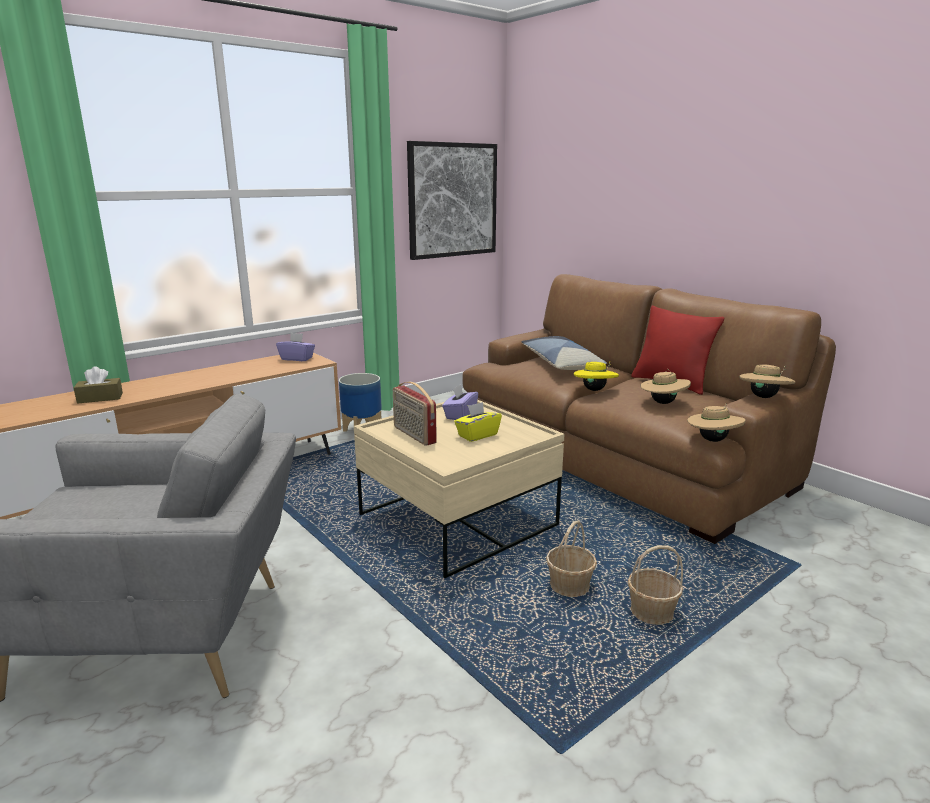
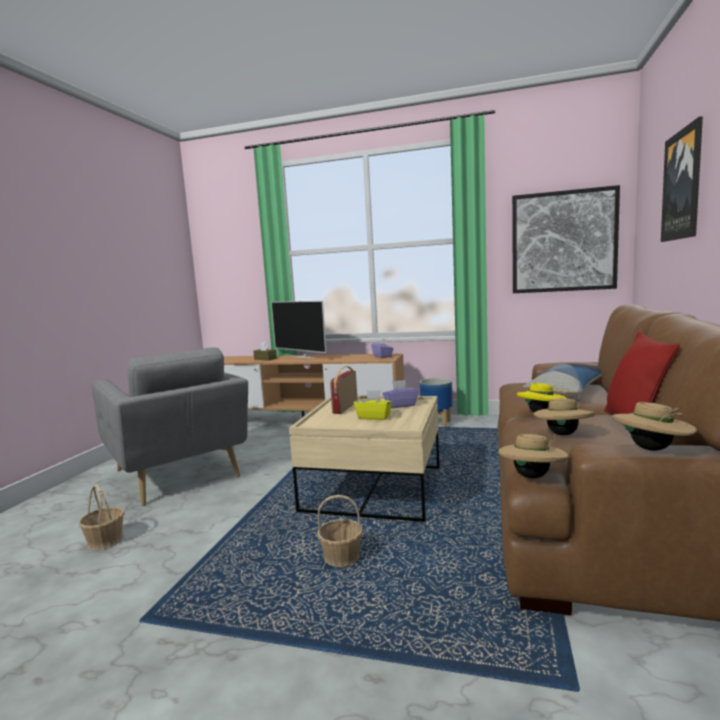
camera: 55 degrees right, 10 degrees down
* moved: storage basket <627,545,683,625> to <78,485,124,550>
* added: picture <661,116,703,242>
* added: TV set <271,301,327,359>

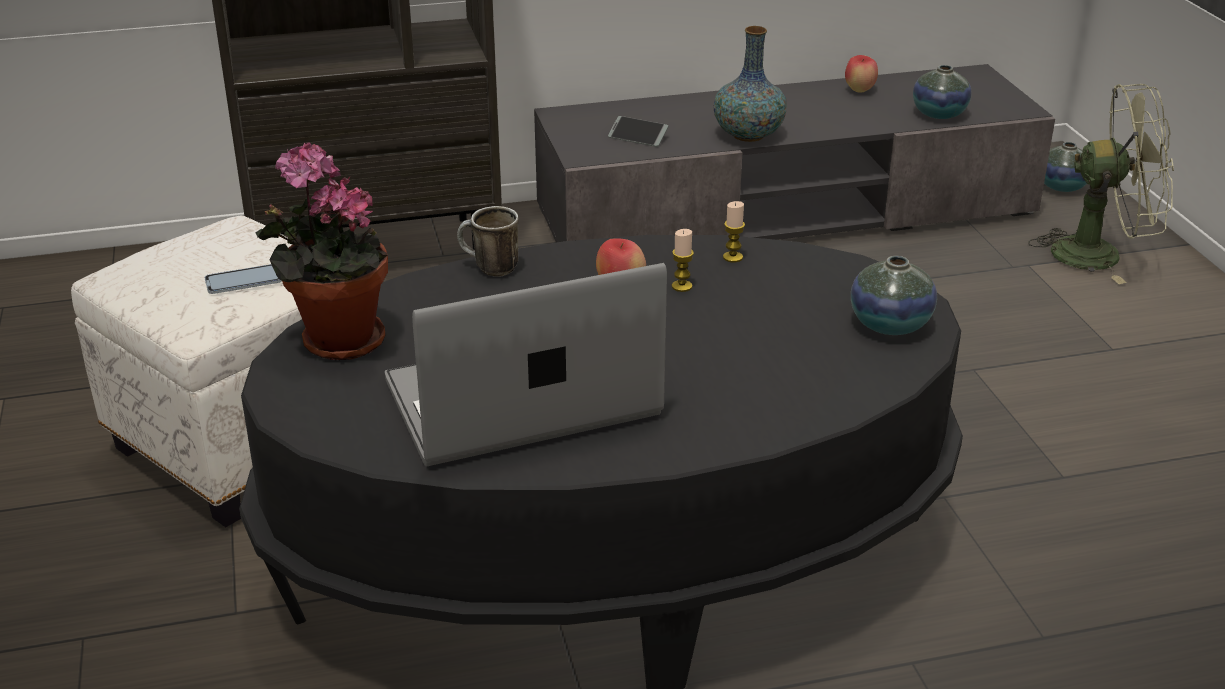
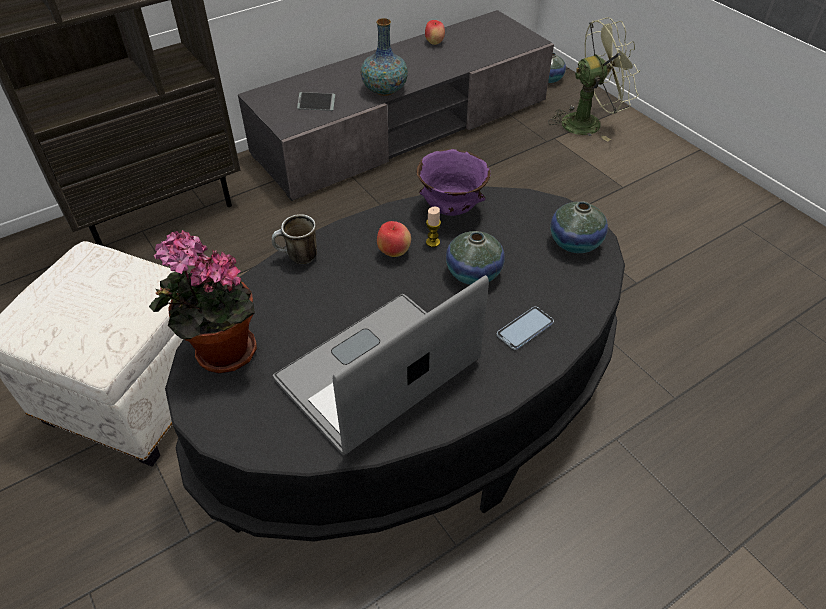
camera: 20 degrees left, 15 degrees up
* moved: decorative vase <913,65,972,119> to <446,231,505,285>
* replaced: candle <723,201,745,263> to bowl/purplish <417,149,491,216>
* moved: phone <204,264,282,294> to <497,307,554,350>

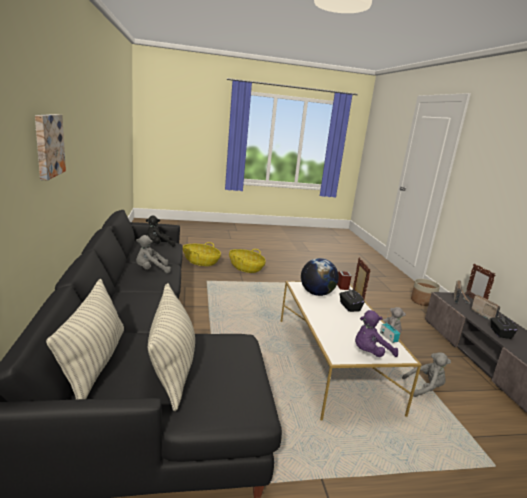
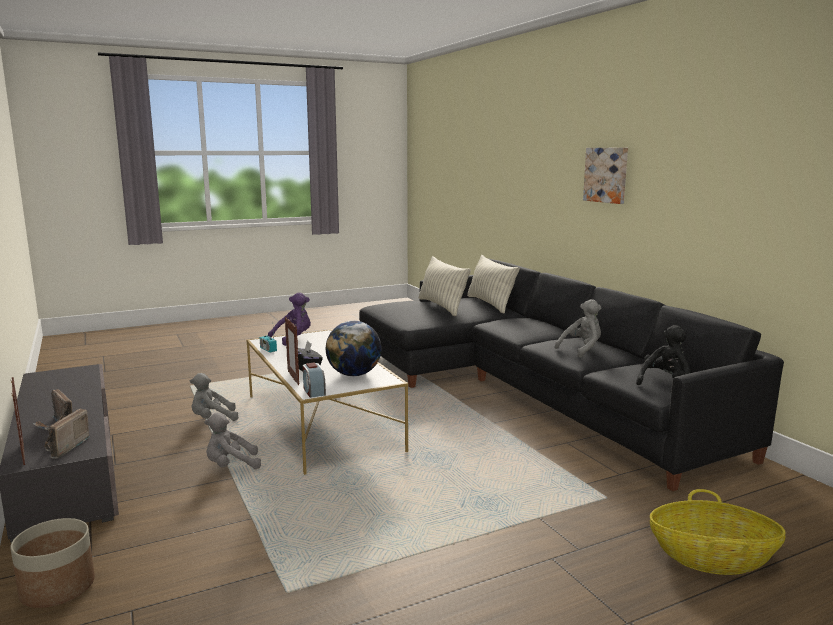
camera: 165 degrees right, 5 degrees down
* removed: storage basket <229,249,266,273>
* removed: tissue holder/black <490,314,518,339>

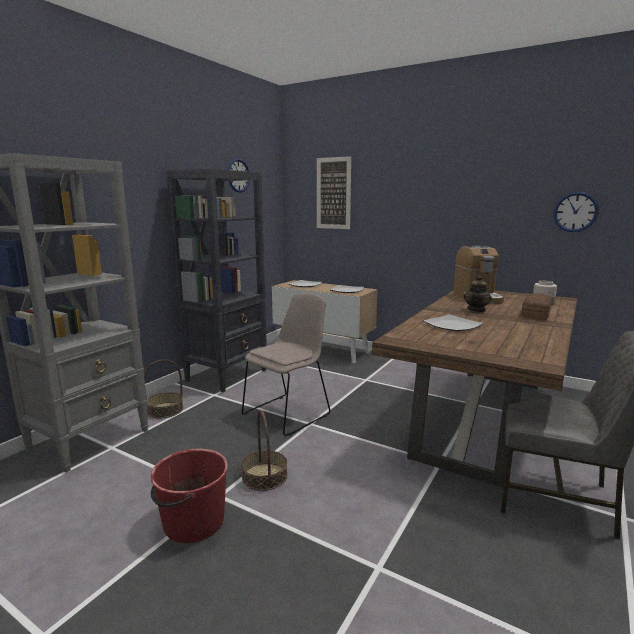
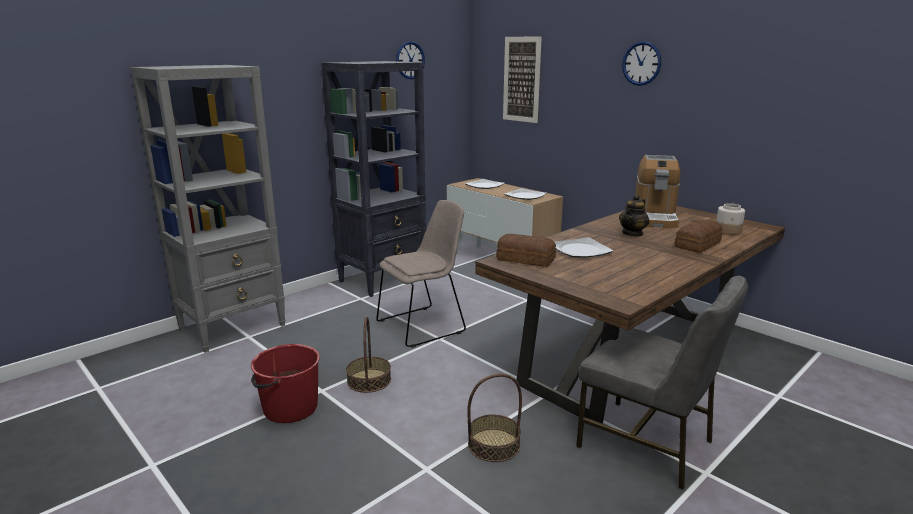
camera: 15 degrees right, 5 degrees up
* moved: clock on the wall <553,192,599,232> to <622,41,661,86>
* moved: storage basket <144,359,183,418> to <467,374,522,462>
* added: baked bread <496,234,556,267>

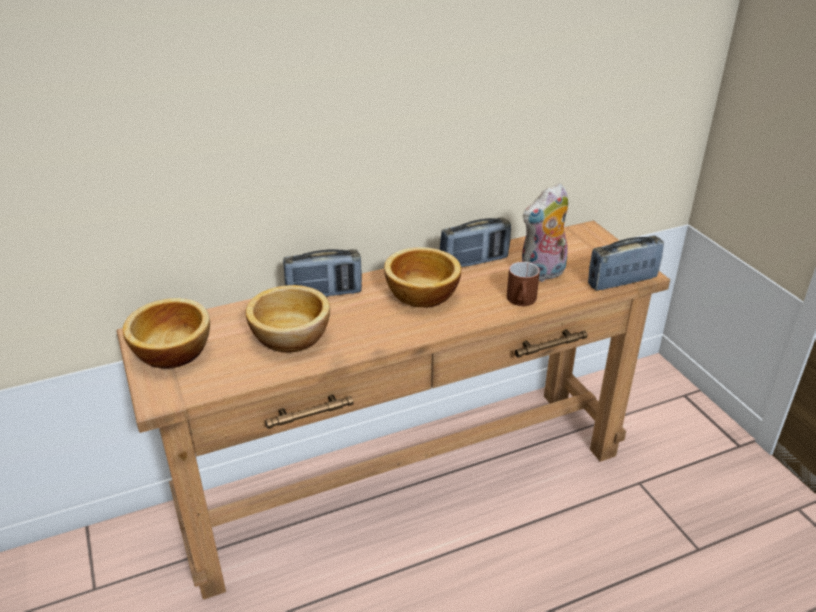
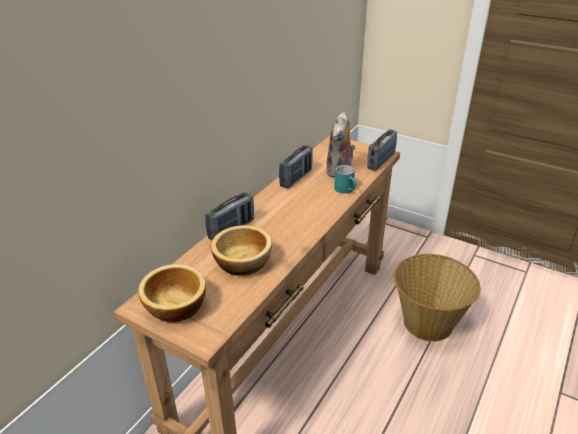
camera: 35 degrees left, 0 degrees up
* removed: bowl <384,247,461,308>
* recoloured: coffee mug/brownish <507,262,540,306> to coffee mug/turquoise-coloured <334,165,356,193>
* added: storage basket <394,254,481,342>

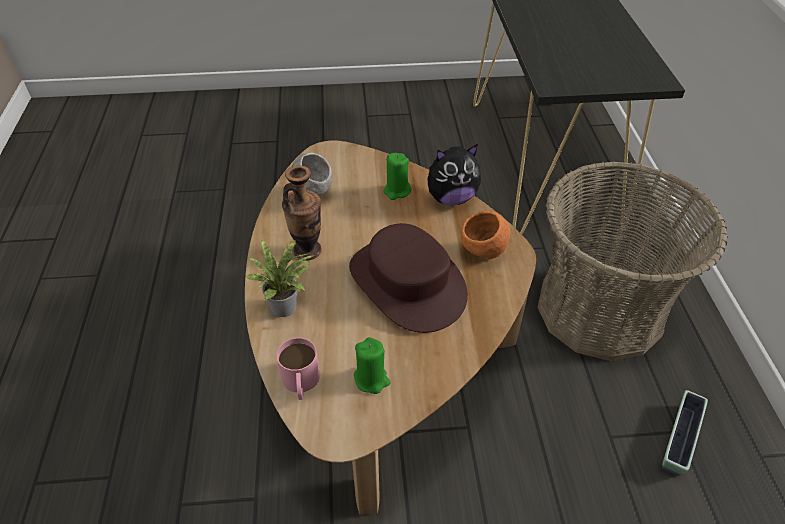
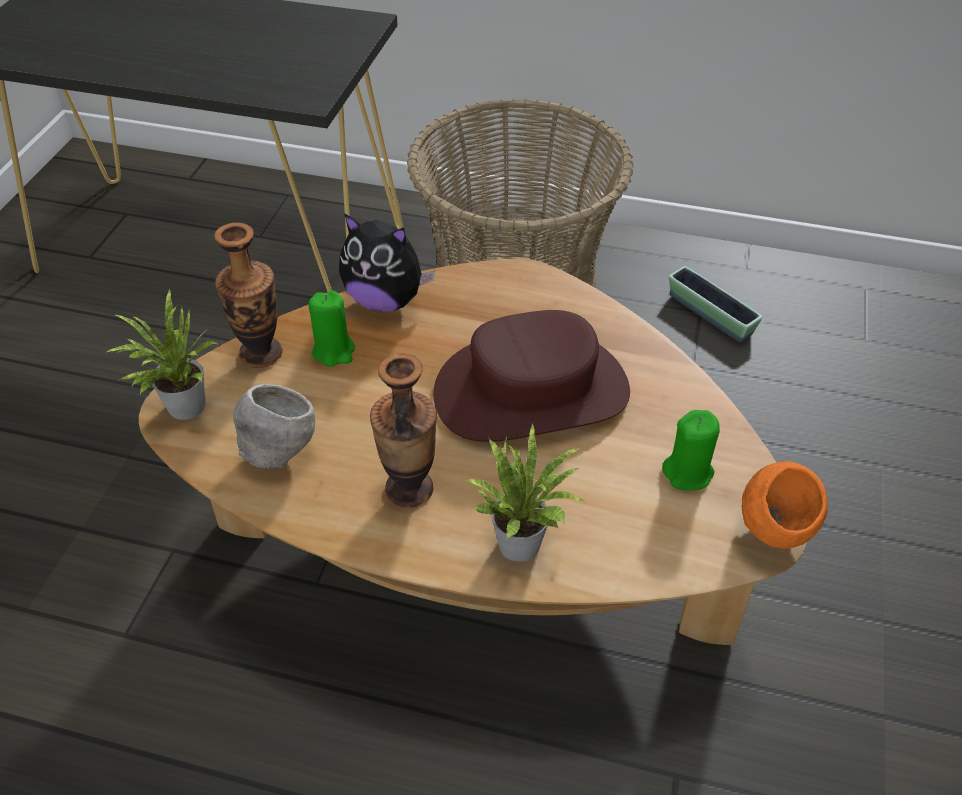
camera: 70 degrees left, 0 degrees up
* turned: cuddly toy <428,144,481,205> = <339,213,435,312> 105 degrees clockwise
* moved: bowl/orange <461,211,510,259> to <741,462,828,549>
* removed: coffee mug/pink-coloured <276,338,320,400>
* added: decorative vase <214,222,283,368>
* added: houseplant <107,289,217,420>

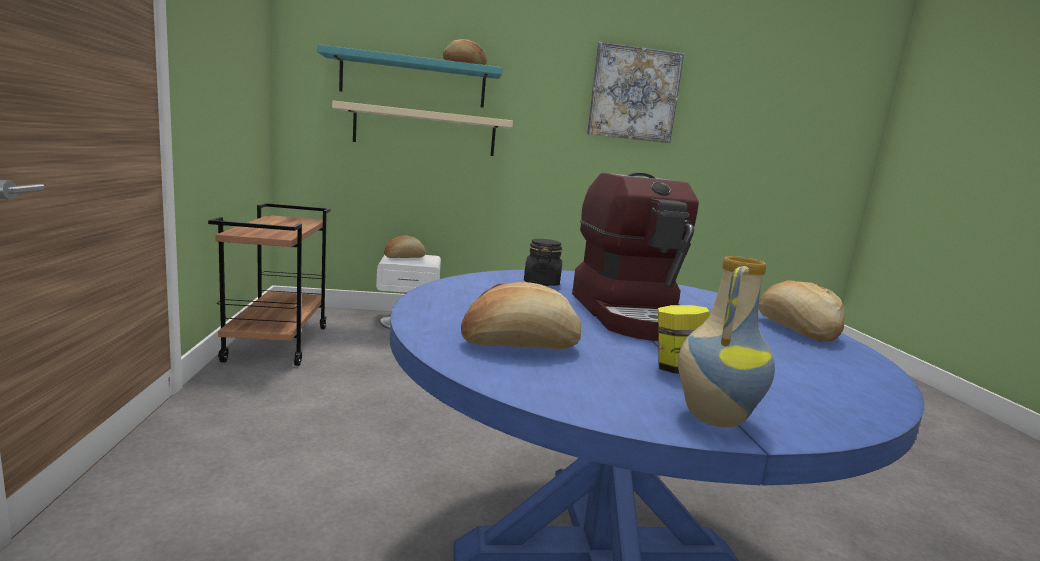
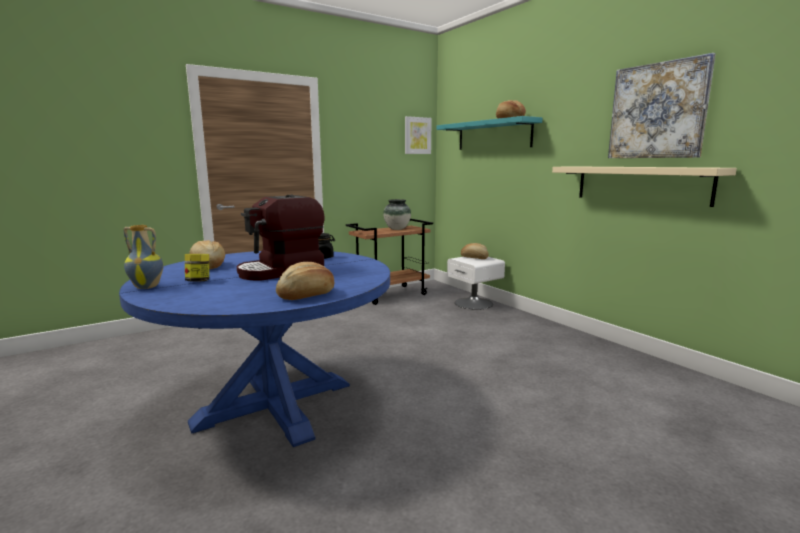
camera: 65 degrees right, 0 degrees up
* moved: wall shelf/beige-coloured <332,101,513,156> to <552,166,737,207>
* added: picture <405,116,432,154>
* added: decorative vase <383,199,411,230>

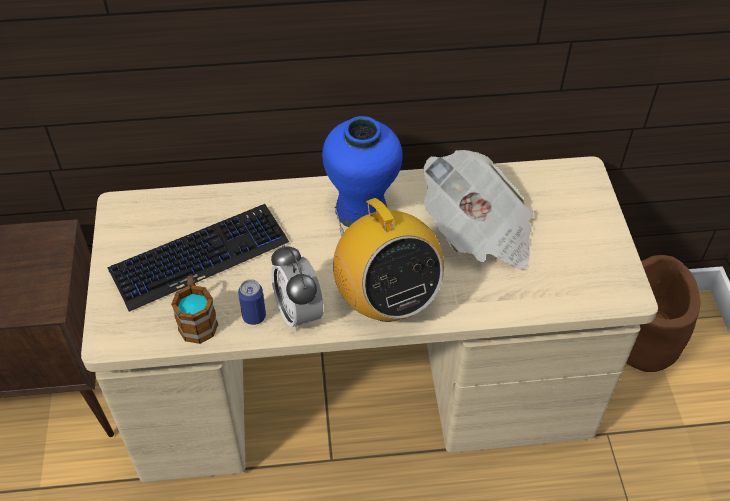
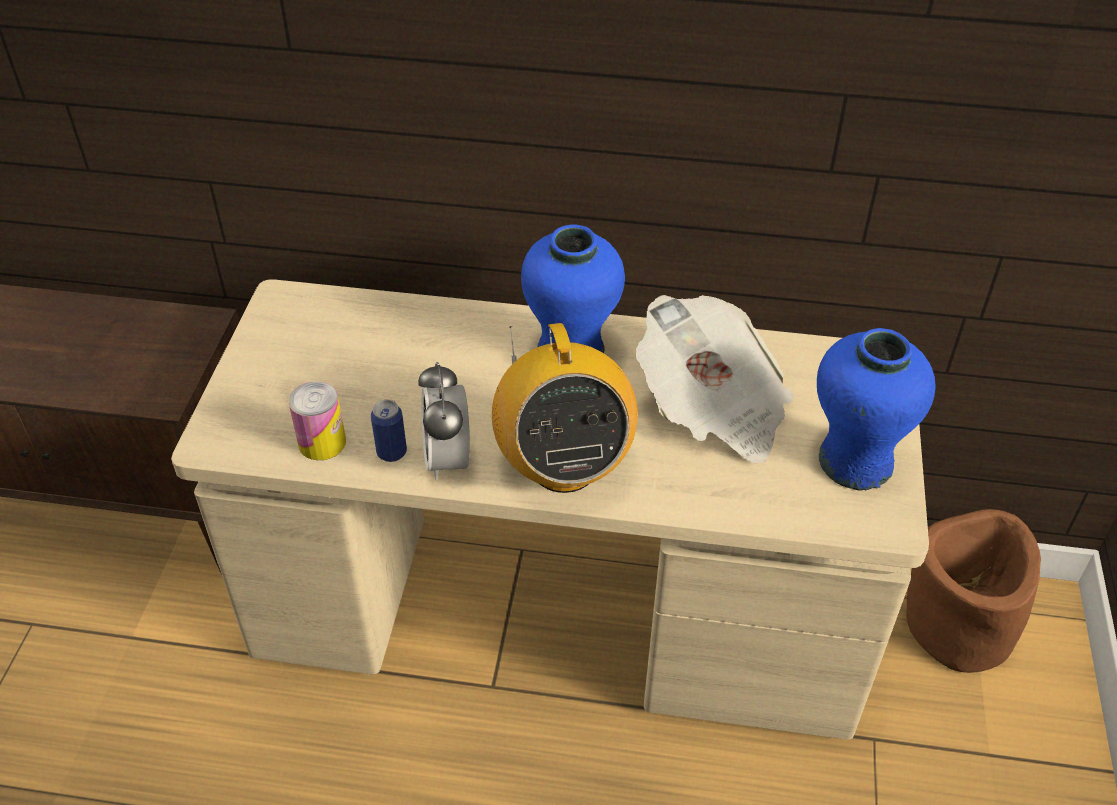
camera: 15 degrees right, 5 degrees down
* removed: keyboard <107,204,289,312>
* replaced: coffee mug <171,275,218,344> to can <288,381,346,460>
* added: decorative vase/blue <817,328,936,491>

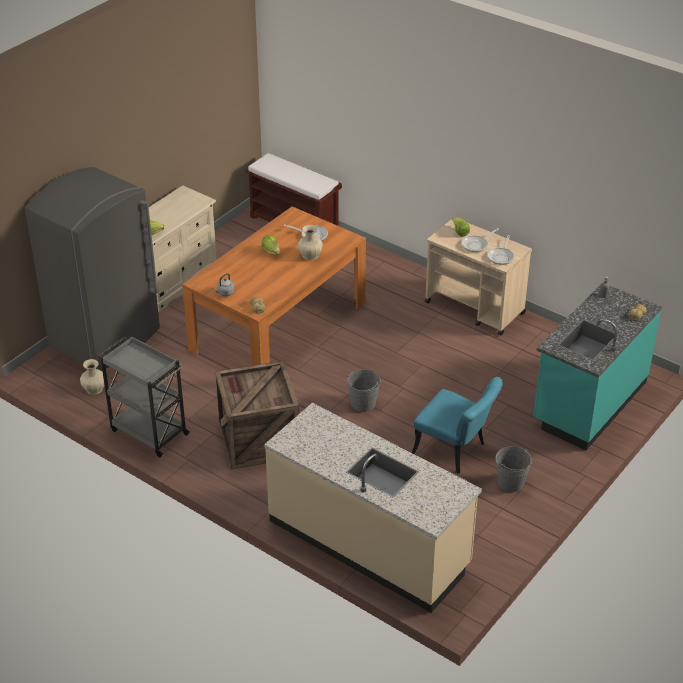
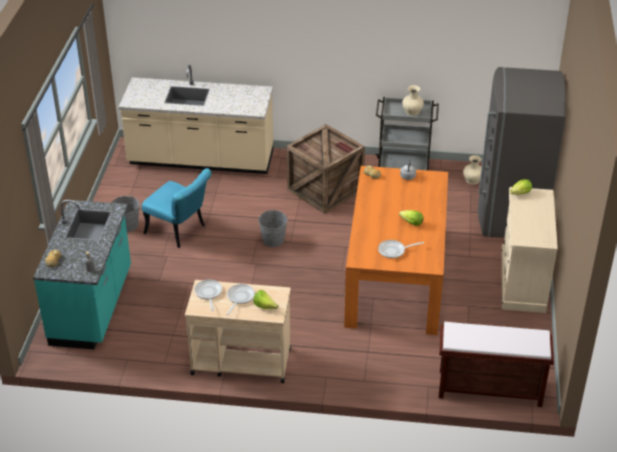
camera: 150 degrees right, 0 degrees up
* moved: decorative vase/beige-coloured <298,225,323,260> to <402,85,424,116>
* turned: upright chair/turquoise-coloured <411,377,503,474> = <142,168,212,248> 150 degrees counterclockwise

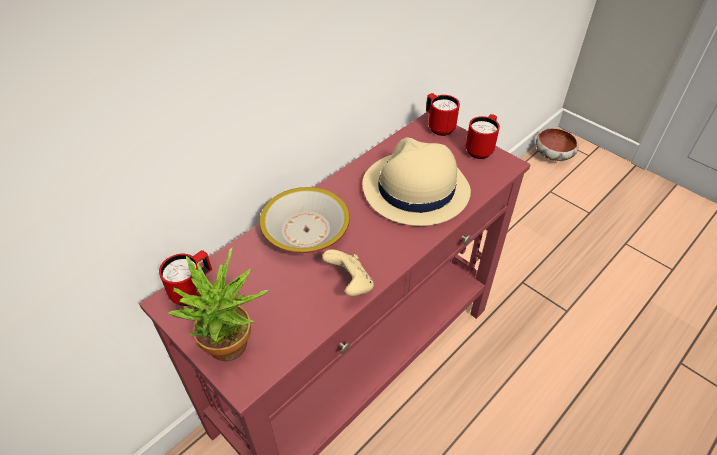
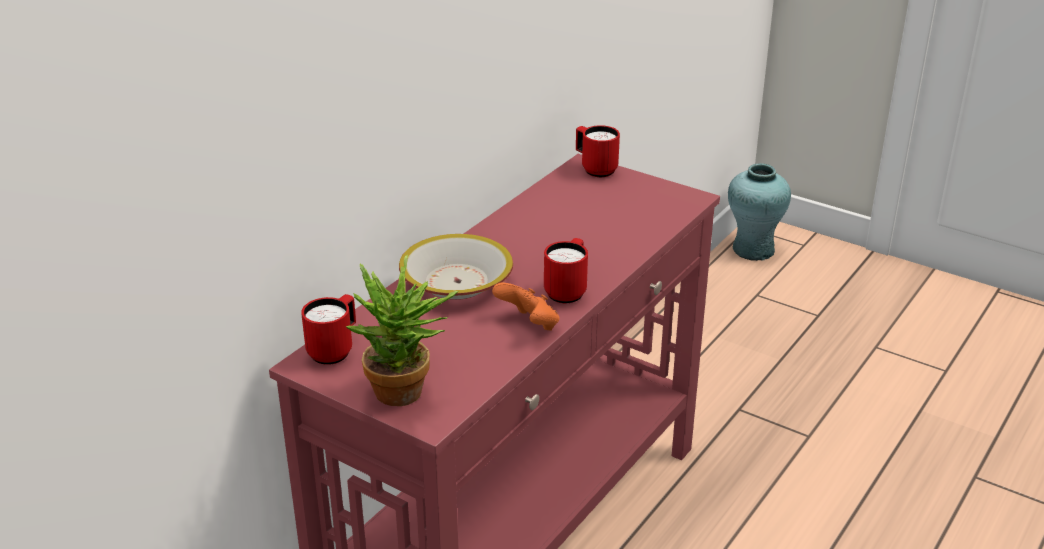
camera: 10 degrees left, 15 degrees down
* moved: coffee mug/red <466,114,500,159> to <544,238,588,303>
* replaced: bowl <536,128,578,161> to decorative vase/turquoise-coloured <728,163,791,261>
* removed: wearable hat/beige-coloured <362,138,471,226>
* recoloured: joypad/beige-coloured <322,249,374,296> to joypad/orange <492,283,560,331>

